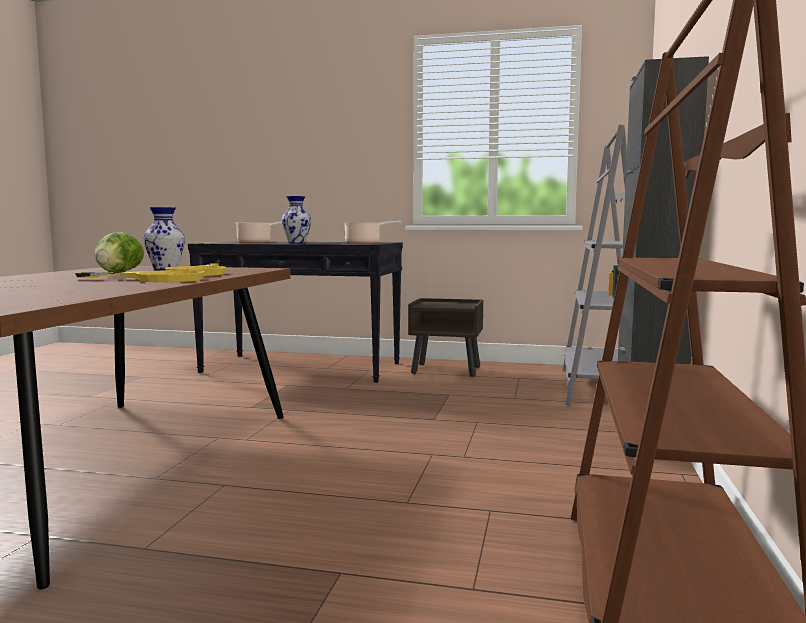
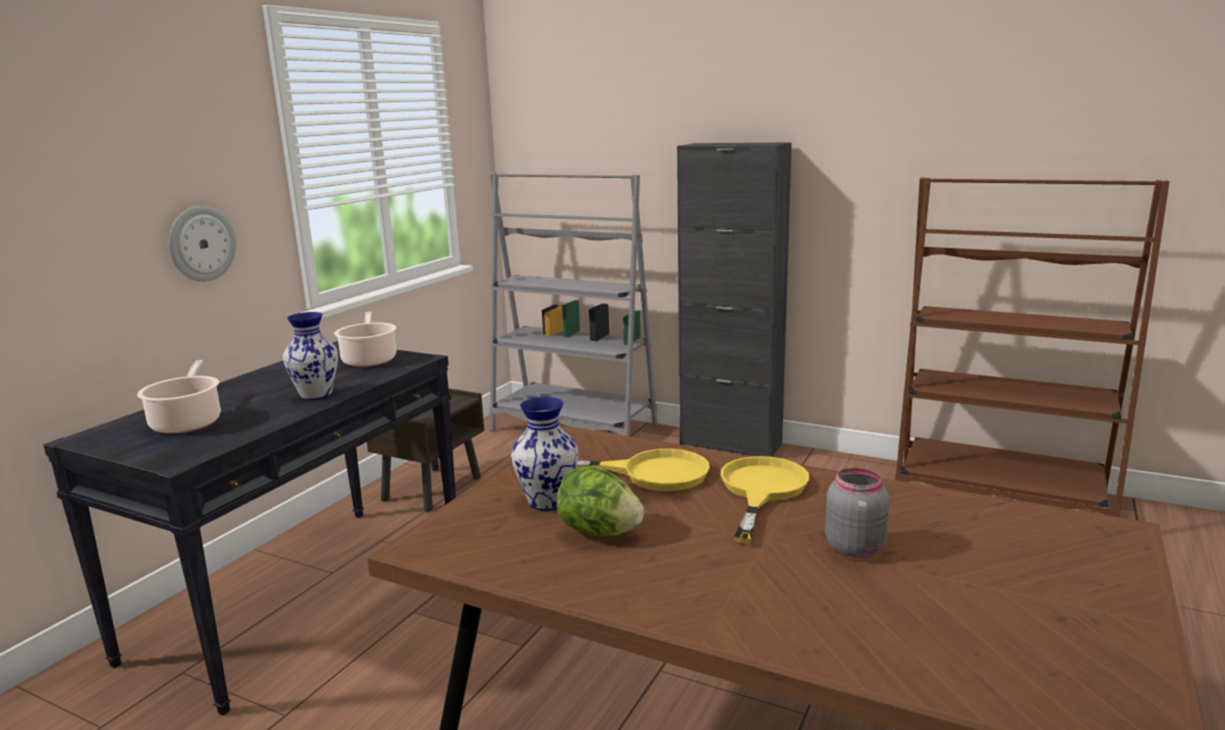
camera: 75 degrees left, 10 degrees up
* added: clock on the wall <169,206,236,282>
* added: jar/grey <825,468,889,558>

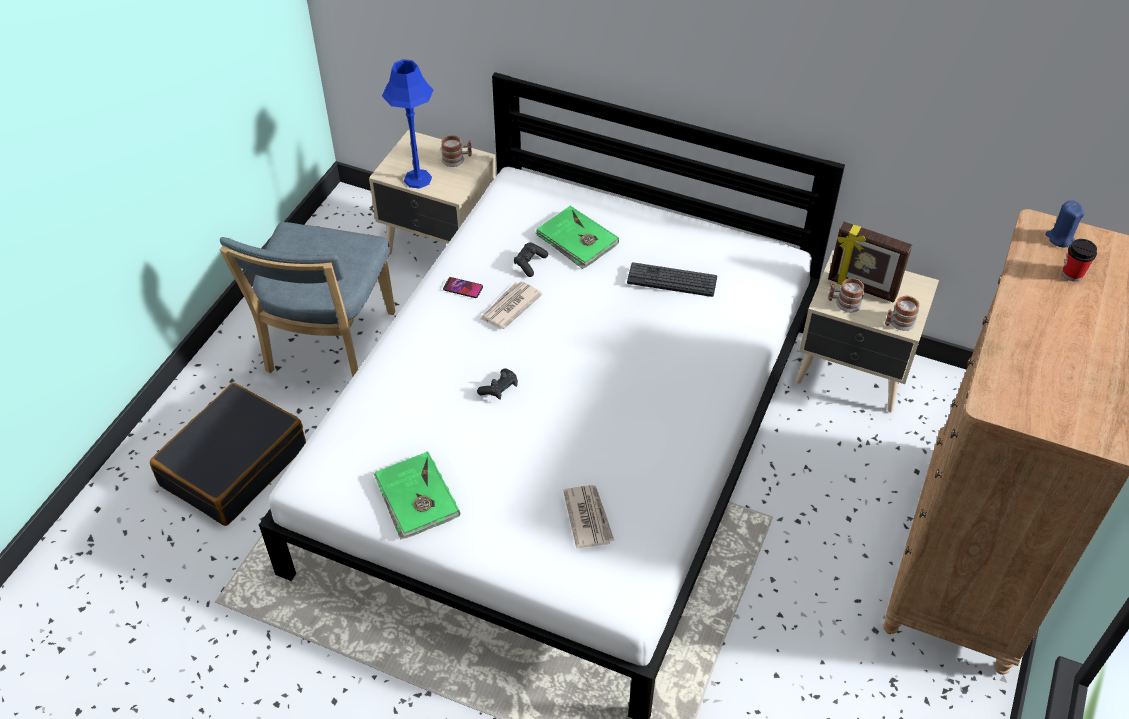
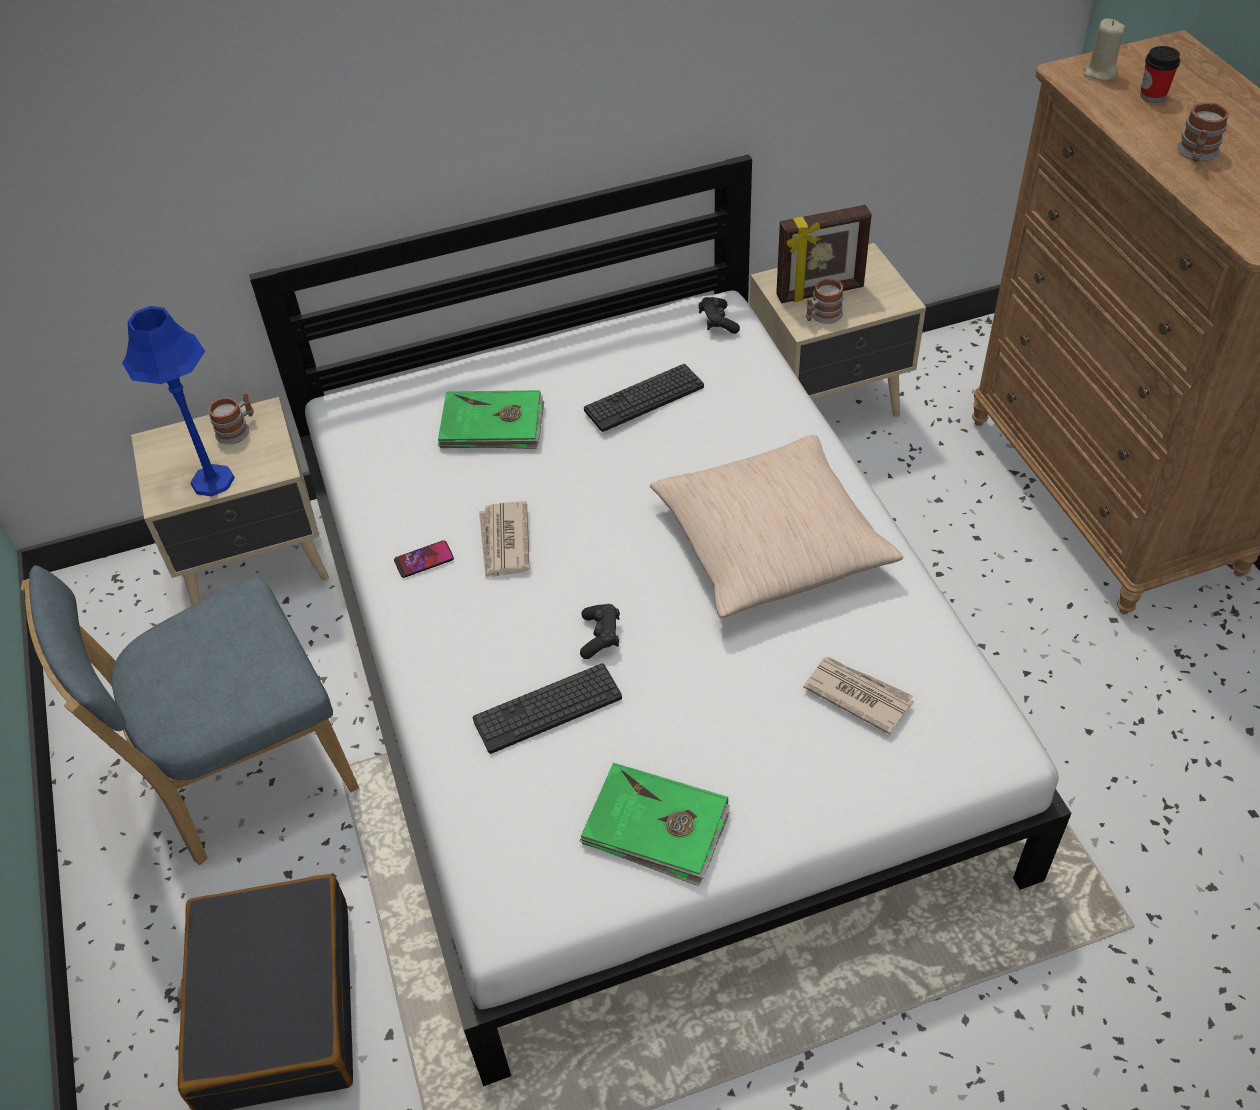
camera: 40 degrees left, 0 degrees up
* recoloured: candle/blue <1045,200,1084,247> to candle/beige-coloured <1084,18,1125,81>
* turned: upright chair/blue <219,222,395,378> = <21,565,359,865> 90 degrees clockwise
* moved: joypad/black <514,242,548,277> to <699,297,740,334>
* moved: coffee mug <885,295,919,331> to <1177,102,1229,162>
* added: cushion/beige-coloured <650,435,903,618>
* added: keyboard <473,663,622,754>

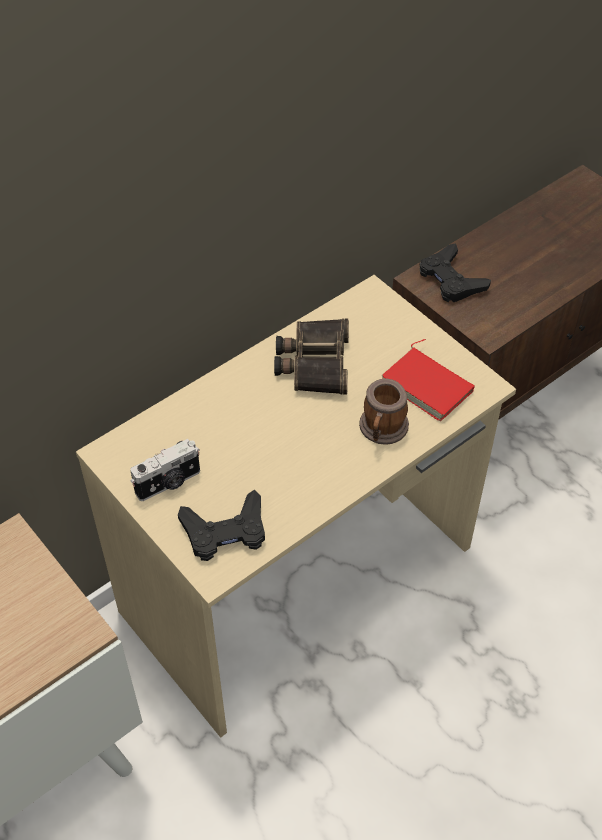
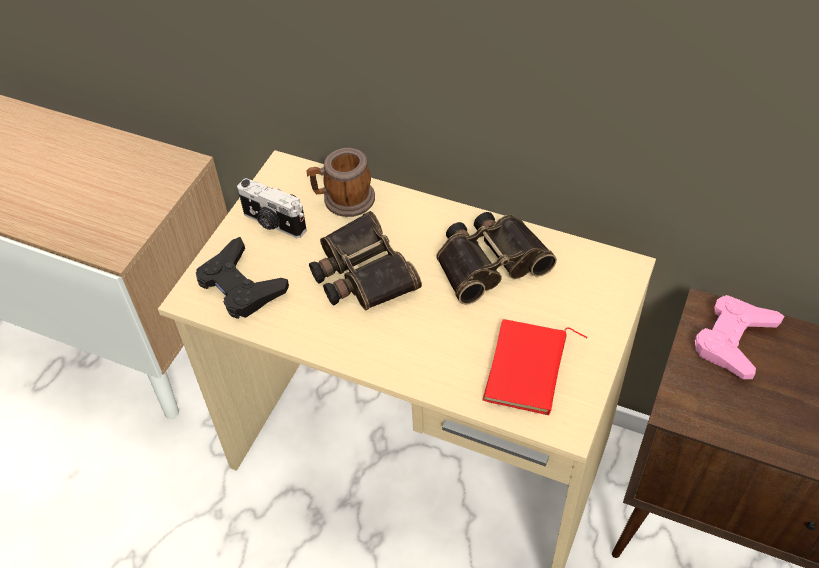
camera: 65 degrees right, 0 degrees up
* recoloured: joypad/black <419,243,491,302> to joypad/pink-coloured <695,295,784,379>
* moved: coffee mug <359,378,409,445> to <306,148,375,217>
* added: pair of binoculars <309,211,422,310>

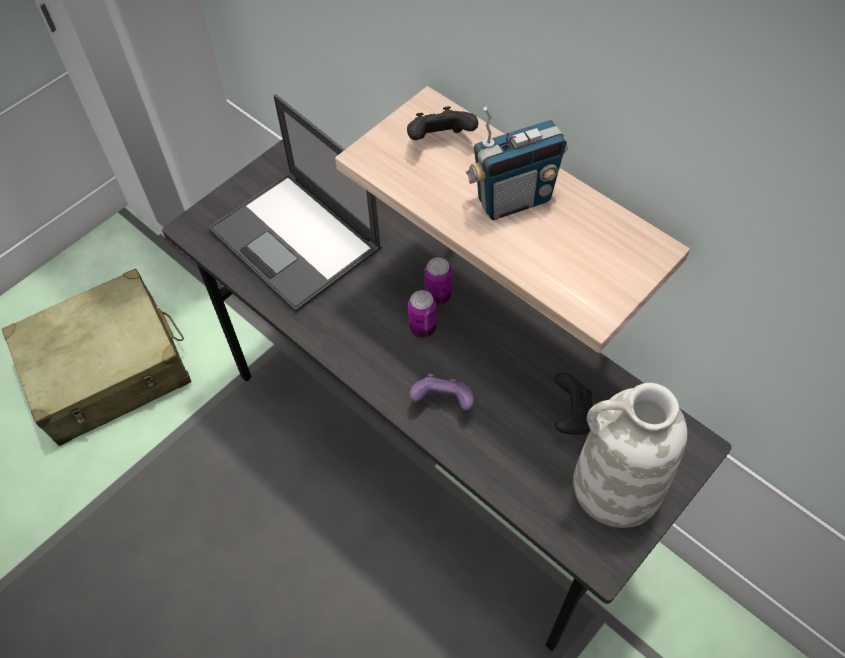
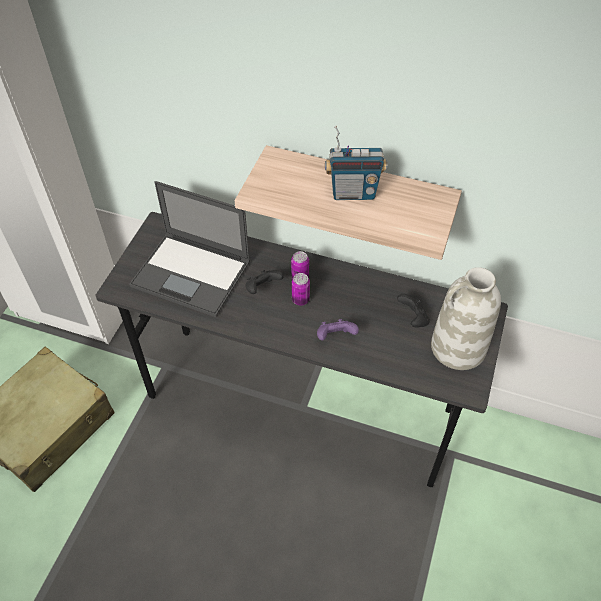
camera: 25 degrees left, 5 degrees down
* moved: joypad/black <407,106,478,140> to <246,270,284,294>
* turned: radio receiver <466,107,568,220> = <325,126,387,200> 45 degrees clockwise

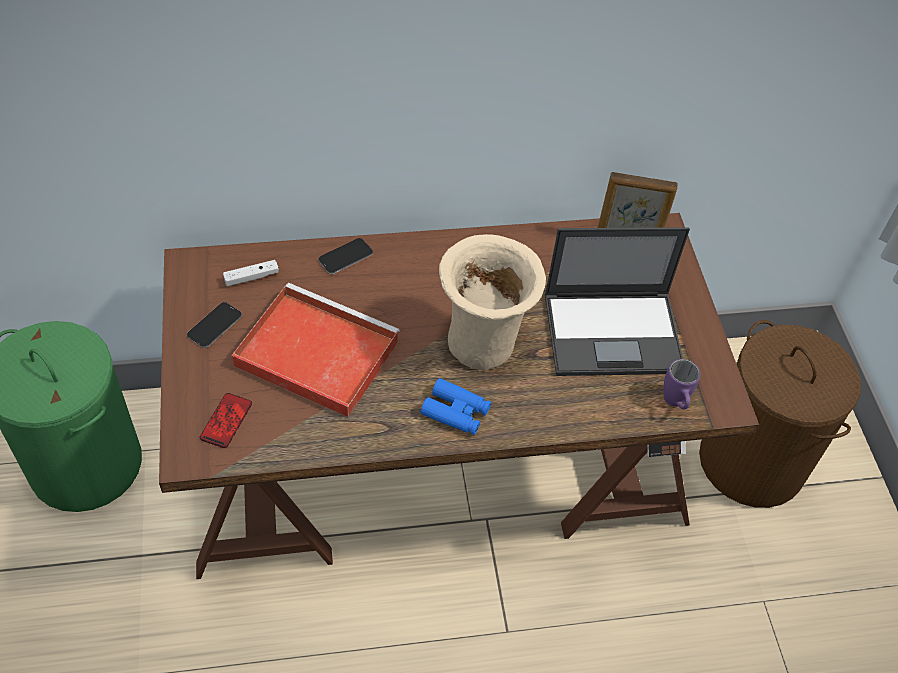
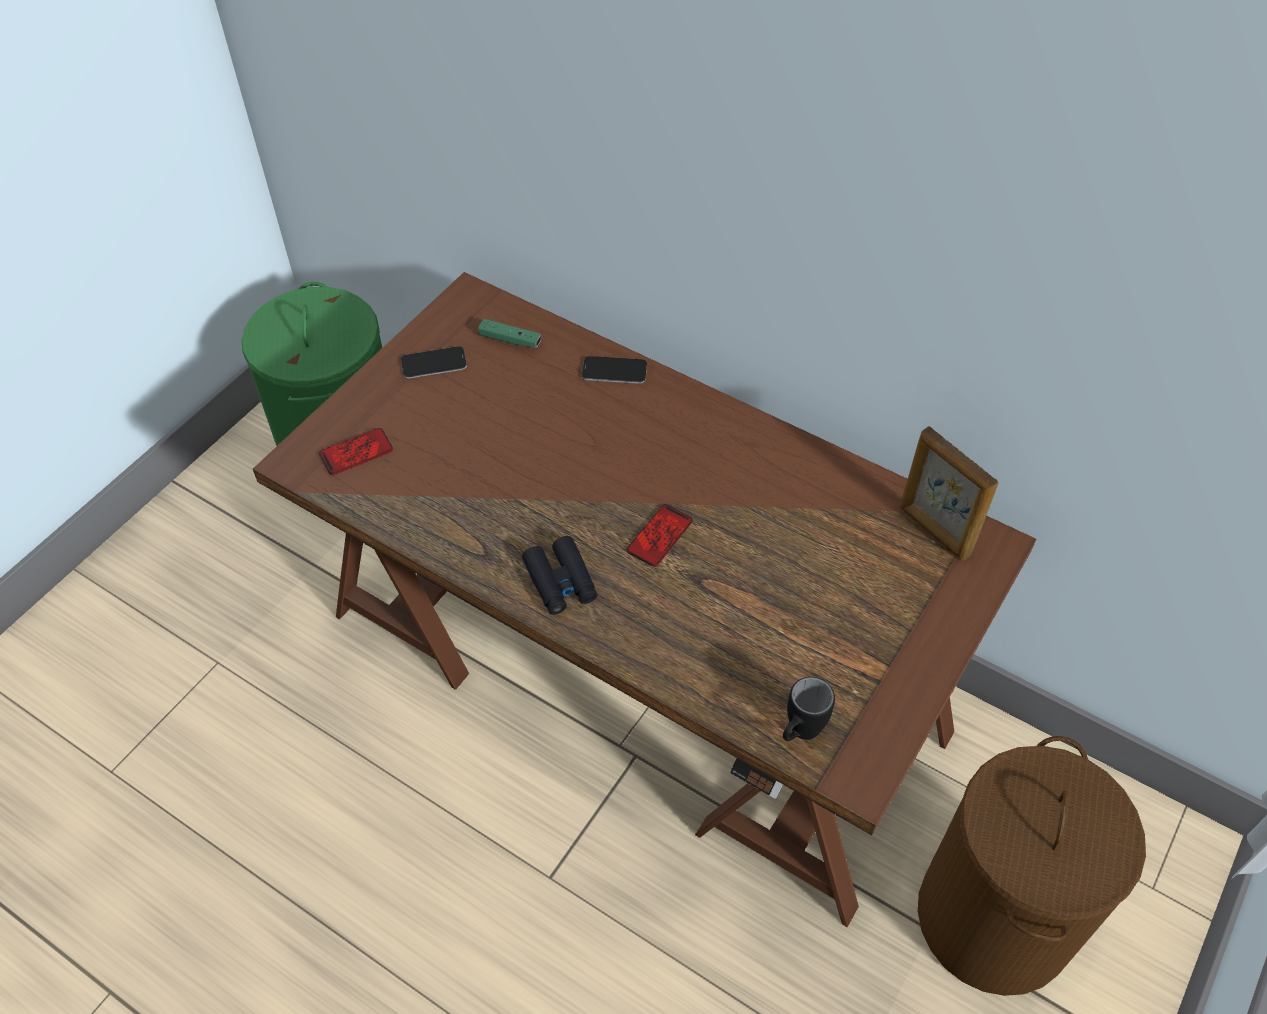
camera: 45 degrees right, 0 degrees up
* removed: notebook computer <545,227,690,376>
* replaced: decorative vase/beige-coloured <439,234,546,370> to phone <627,504,693,567>
* recoloured: joypad/white <223,260,279,286> to joypad/green <478,319,541,348>
* removed: carrying tray/red <232,283,400,417>
* recoloured: coffee mug/purplish <664,359,700,410> to coffee mug/black <783,677,835,741>
* recoloured: pair of binoculars/blue <421,378,491,435> to pair of binoculars/black <522,536,598,615>

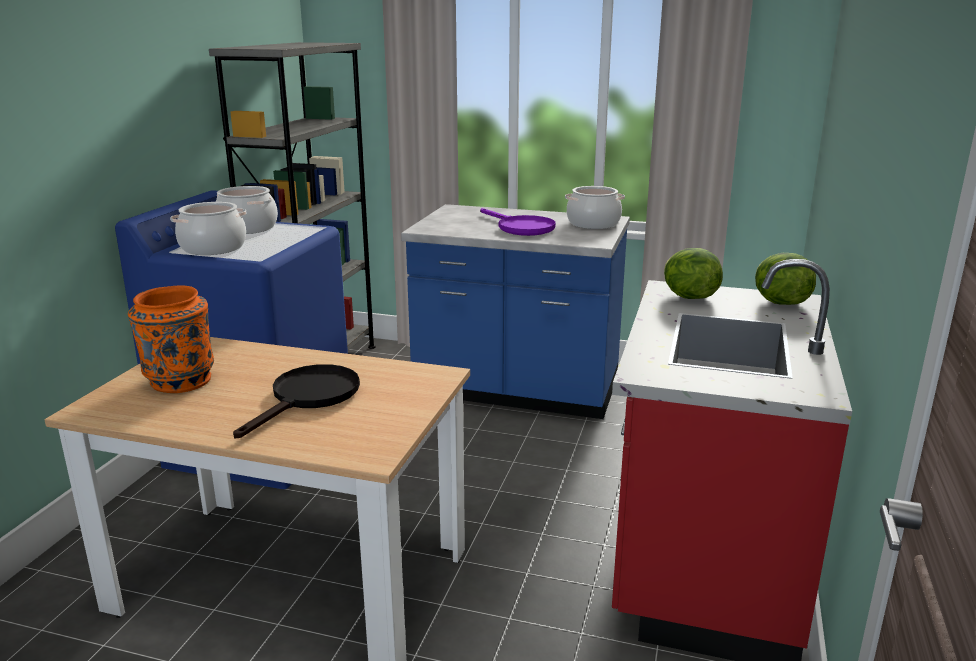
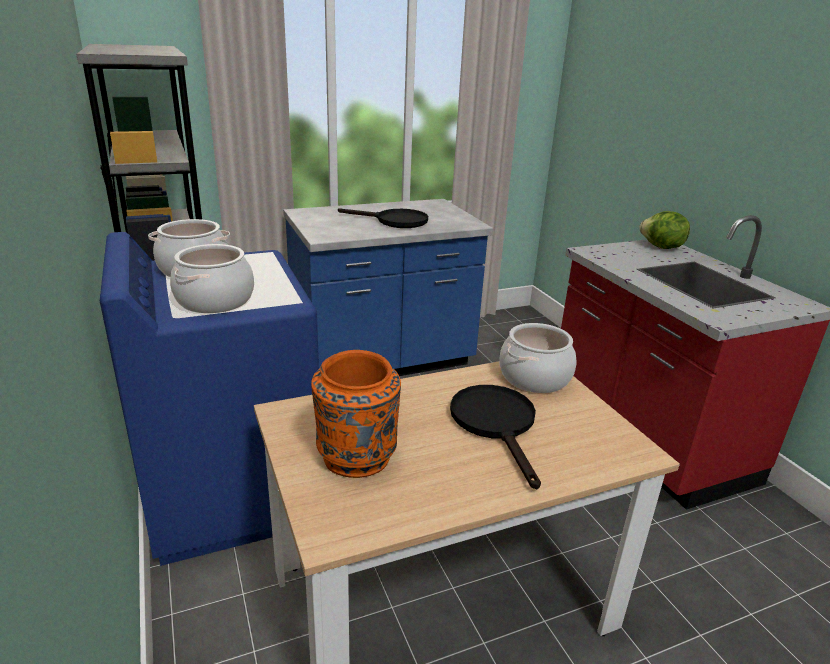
camera: 40 degrees left, 5 degrees up
* moved: stockpot <565,186,625,229> to <499,323,577,393>
* recoloured: skillet/purplish <480,208,556,236> to skillet/black <338,208,428,228>
* removed: head of lettuce <664,248,723,299>

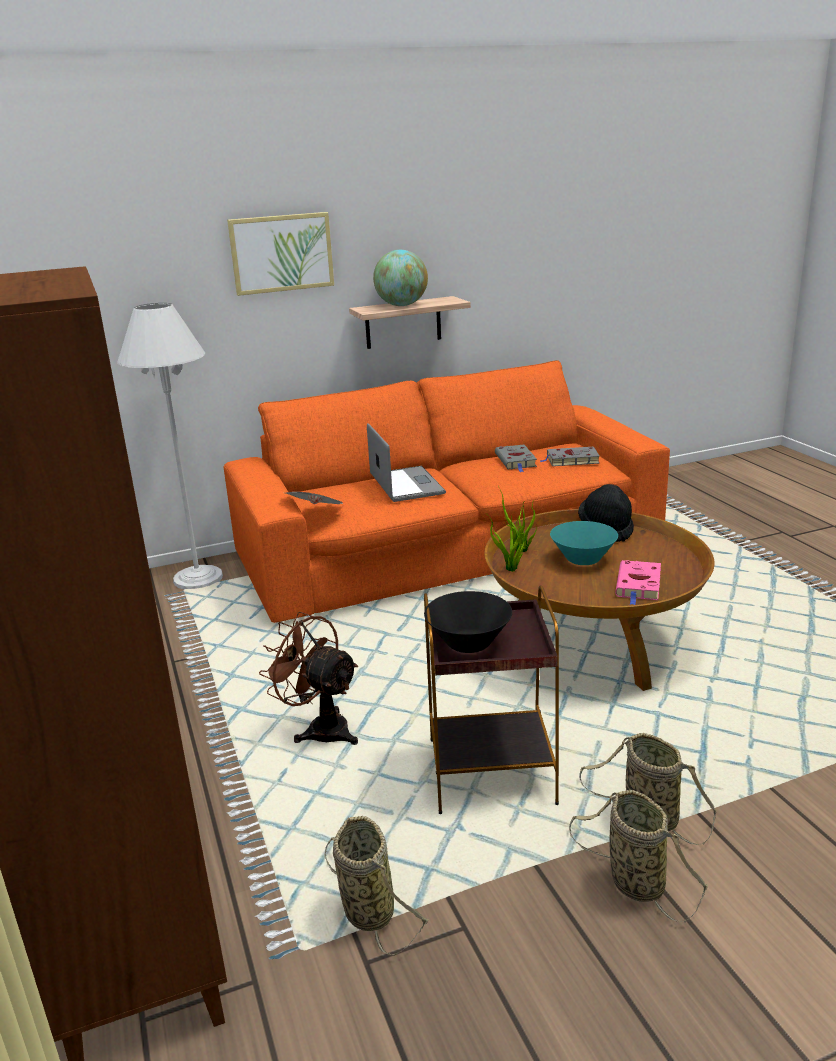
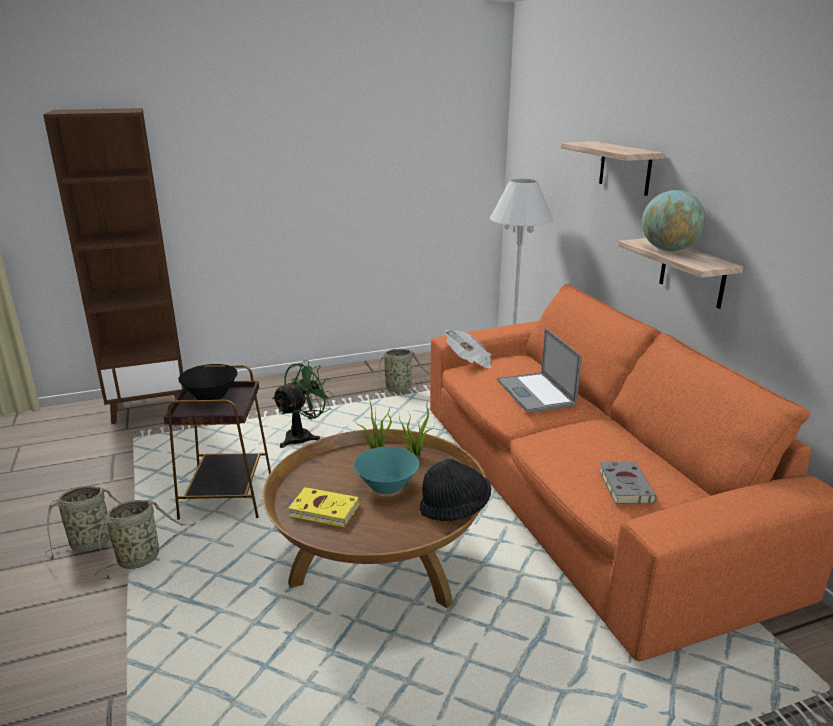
camera: 90 degrees right, 0 degrees up
* replaced: picture <227,212,334,296> to wall shelf <561,141,664,196>
* turned: notebook computer <367,423,446,502> = <497,328,582,413> 90 degrees clockwise
* removed: bound book/grey <495,445,537,472>
* recoloured: bound book/pink-coloured <615,560,661,605> to bound book/yellow <288,487,359,527>
* recoloured: electric fan/brownish <259,612,358,745> to electric fan/green <272,360,334,448>
* moved: storage basket <324,816,429,956> to <373,349,430,393>

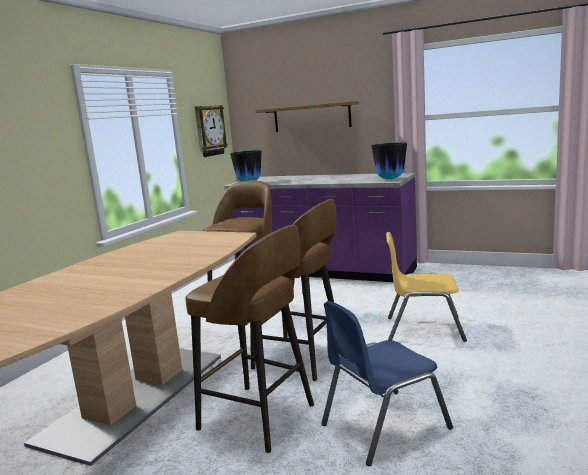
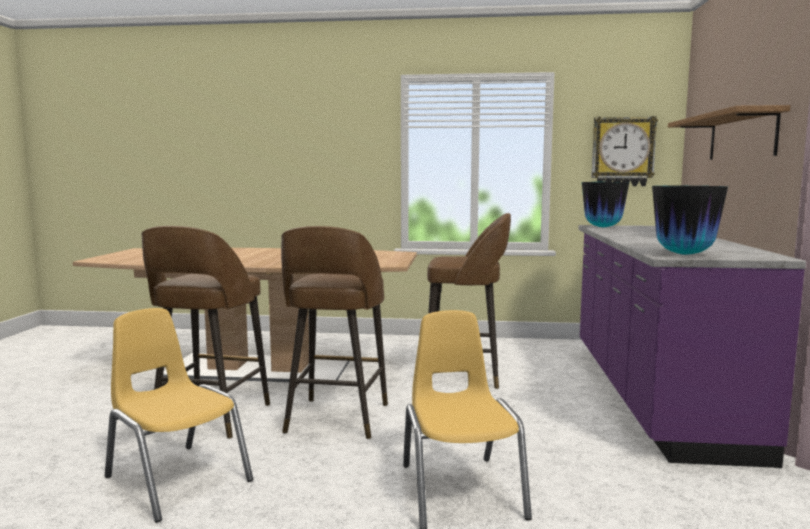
camera: 70 degrees right, 5 degrees down
* recoloured: upright chair/blue <321,301,453,466> to upright chair/yellow <105,308,253,523>

